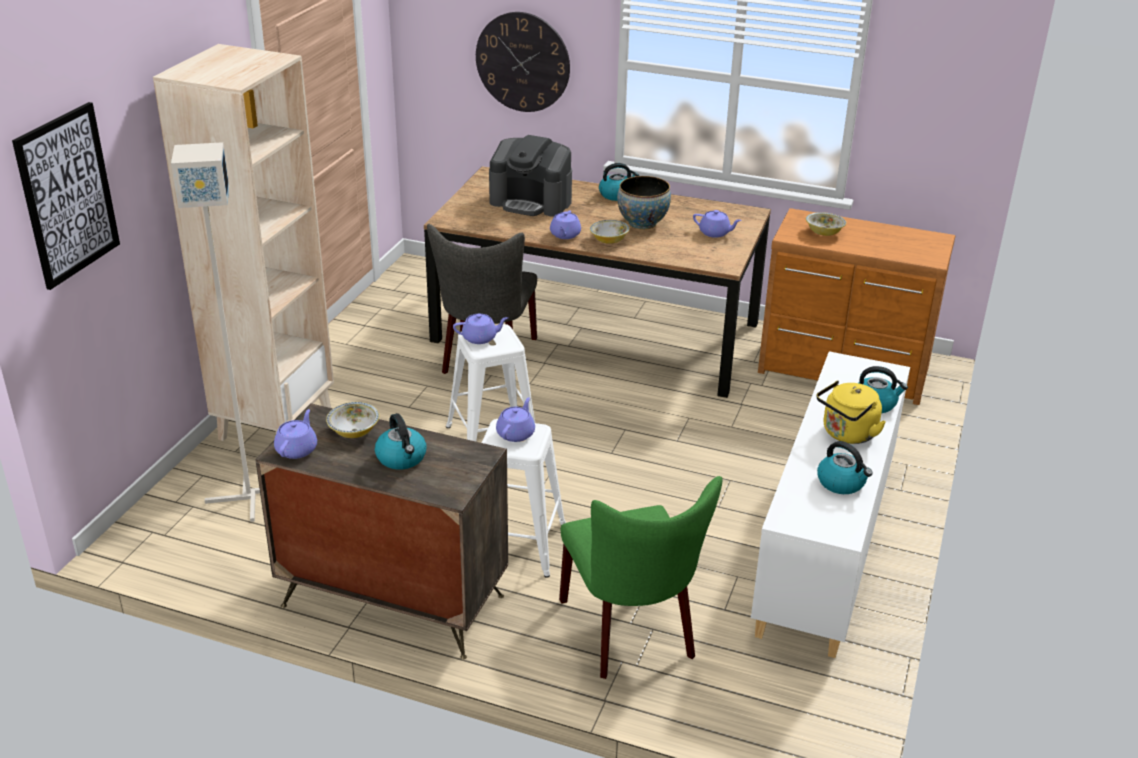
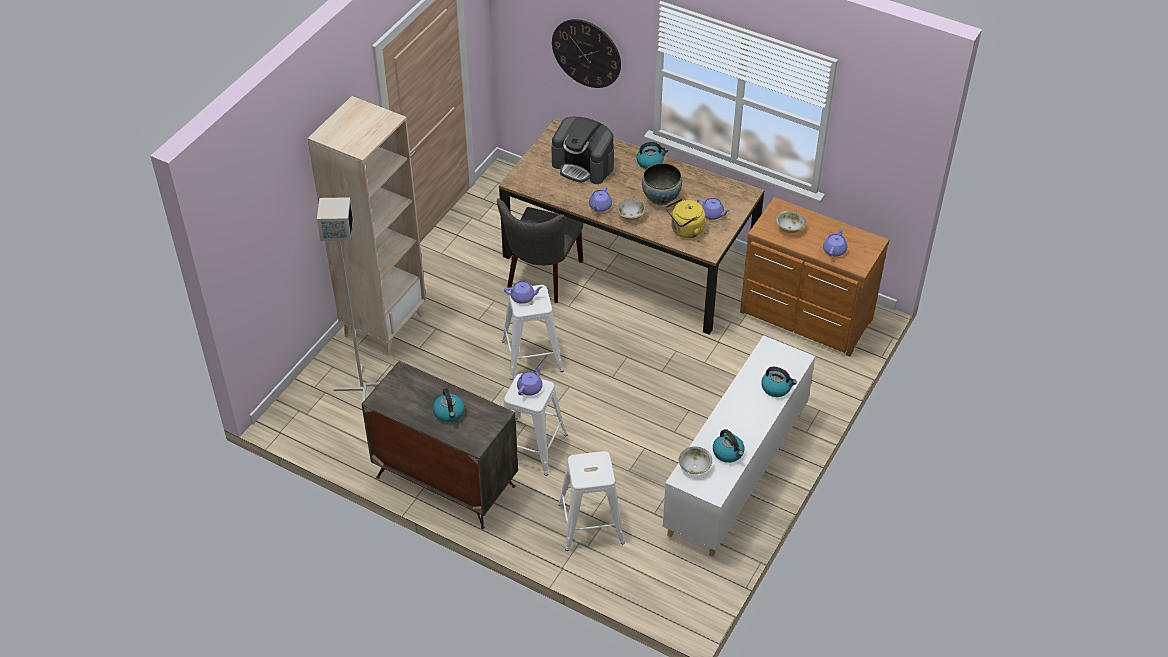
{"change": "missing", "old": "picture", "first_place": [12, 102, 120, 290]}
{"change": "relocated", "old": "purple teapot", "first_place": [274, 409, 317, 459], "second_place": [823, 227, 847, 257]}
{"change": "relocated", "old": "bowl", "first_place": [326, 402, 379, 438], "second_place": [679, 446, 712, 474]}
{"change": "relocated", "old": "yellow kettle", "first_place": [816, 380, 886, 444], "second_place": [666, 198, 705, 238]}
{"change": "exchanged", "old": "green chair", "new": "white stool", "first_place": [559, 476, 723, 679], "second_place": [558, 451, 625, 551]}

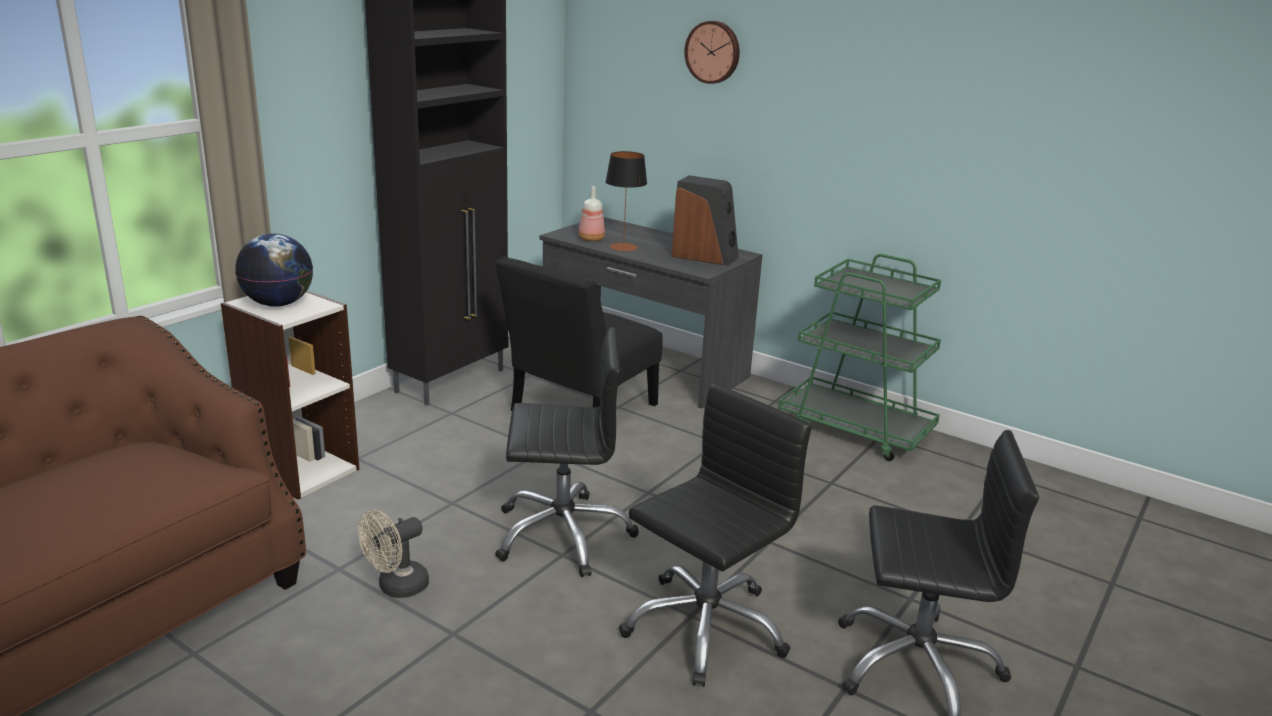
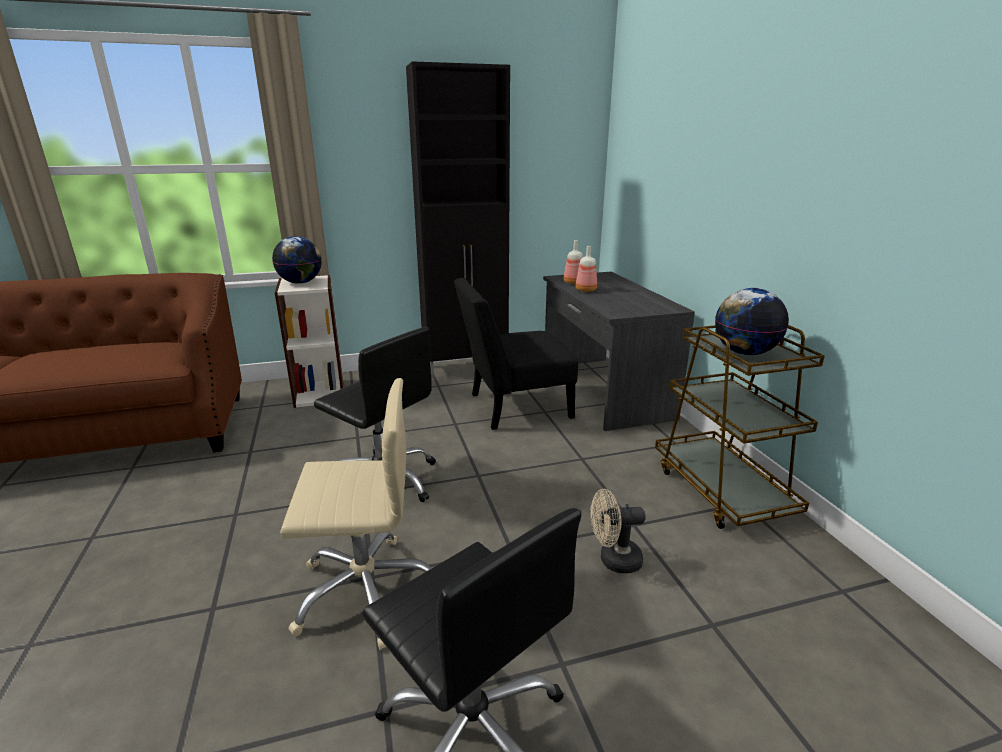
{"change": "missing", "old": "speaker", "first_place": [672, 175, 739, 266]}
{"change": "missing", "old": "wall clock", "first_place": [684, 21, 740, 84]}
{"change": "appeared", "new": "globe", "second_place": [715, 288, 789, 355]}
{"change": "relocated", "old": "beige fan", "first_place": [358, 510, 429, 598], "second_place": [590, 489, 646, 573]}
{"change": "exchanged", "old": "table lamp", "new": "bottle", "first_place": [605, 151, 647, 251], "second_place": [575, 246, 597, 292]}
{"change": "colour", "old": "black office chair", "new": "beige office chair", "first_place": [619, 383, 812, 687], "second_place": [280, 378, 432, 650]}
{"change": "colour", "old": "green cart", "new": "brown cart", "first_place": [778, 254, 941, 461], "second_place": [655, 325, 825, 529]}

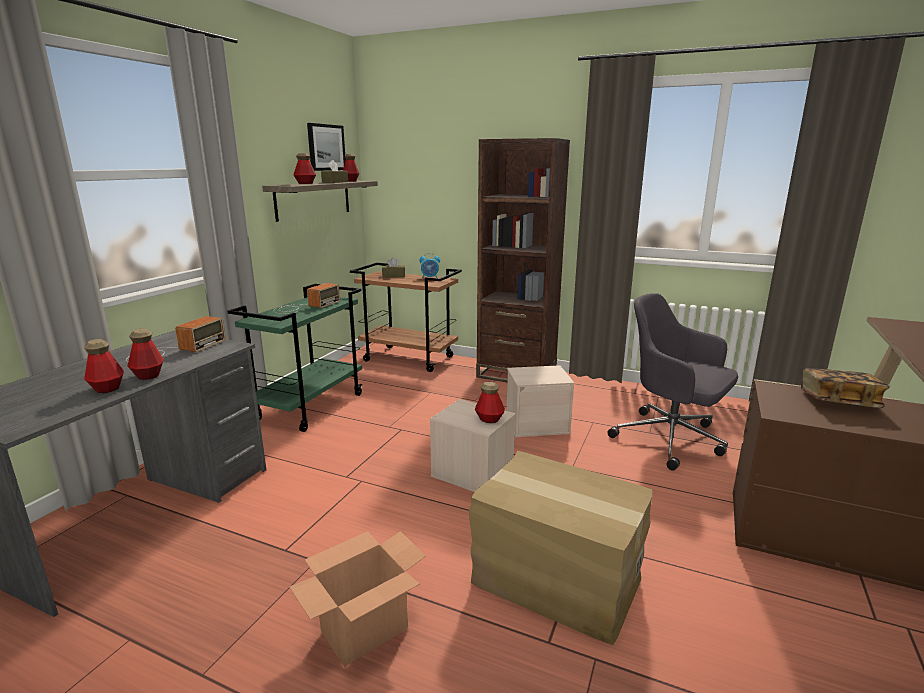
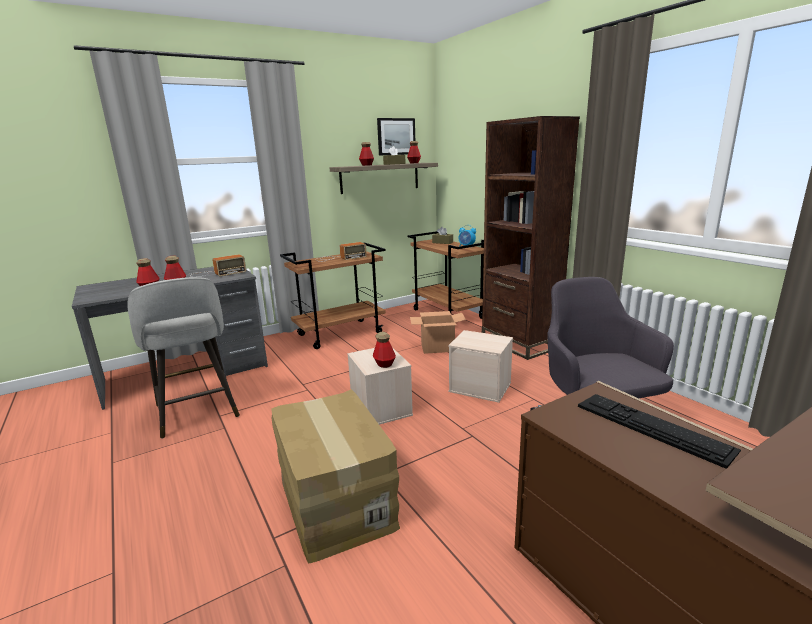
{"change": "appeared", "new": "grey stool", "second_place": [127, 277, 240, 439]}
{"change": "relocated", "old": "cardboard box", "first_place": [289, 531, 426, 667], "second_place": [410, 311, 466, 354]}
{"change": "exchanged", "old": "book", "new": "keyboard", "first_place": [801, 368, 890, 408], "second_place": [578, 394, 741, 469]}
{"change": "colour", "old": "green cart", "new": "brown cart", "first_place": [228, 284, 363, 432], "second_place": [280, 243, 386, 349]}

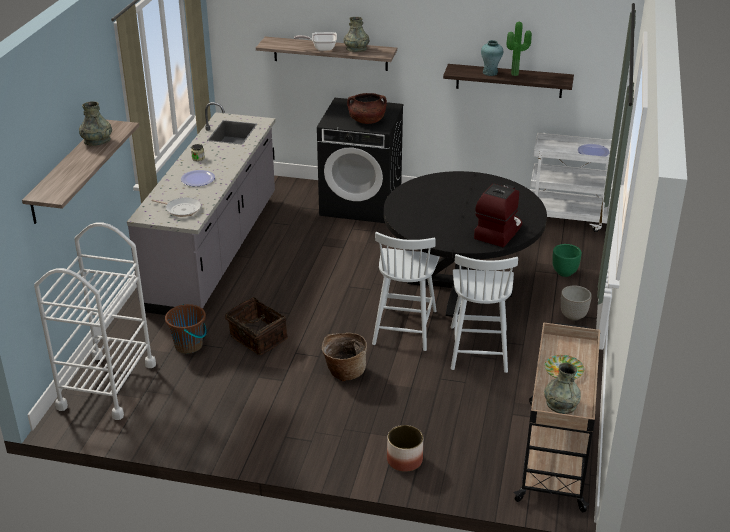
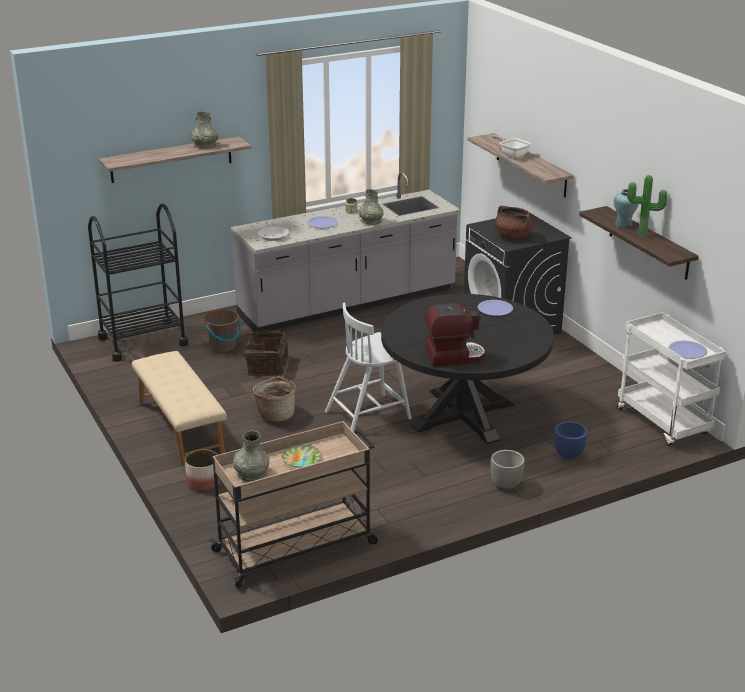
{"change": "missing", "old": "white chair", "first_place": [451, 254, 518, 373]}
{"change": "appeared", "new": "beige bench", "second_place": [132, 351, 227, 467]}
{"change": "appeared", "new": "plate", "second_place": [478, 300, 513, 316]}
{"change": "relocated", "old": "grey vase", "first_place": [344, 17, 369, 52], "second_place": [358, 189, 383, 225]}
{"change": "colour", "old": "white cart", "new": "black cart", "first_place": [34, 222, 156, 420], "second_place": [88, 204, 188, 362]}
{"change": "colour", "old": "green planter", "new": "blue planter", "first_place": [552, 244, 582, 277], "second_place": [554, 422, 587, 460]}

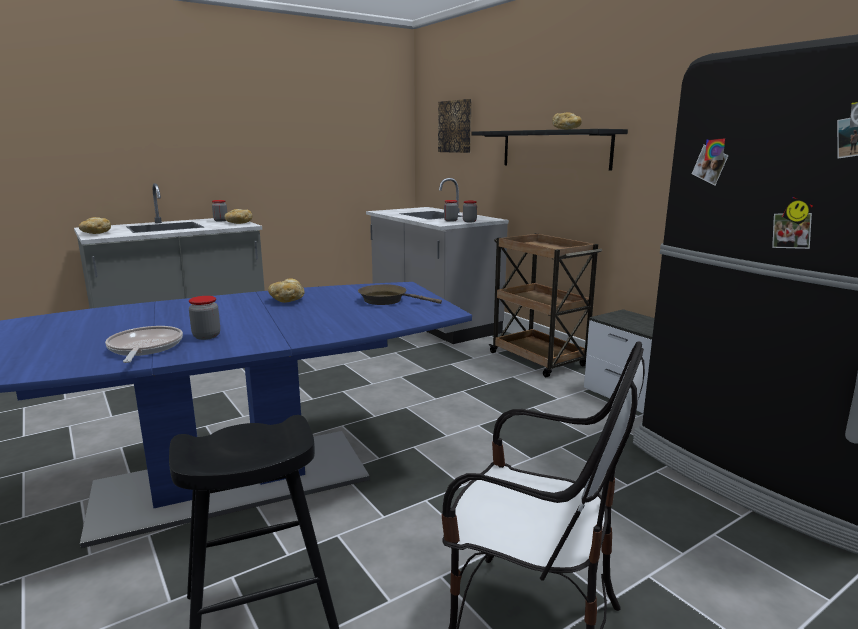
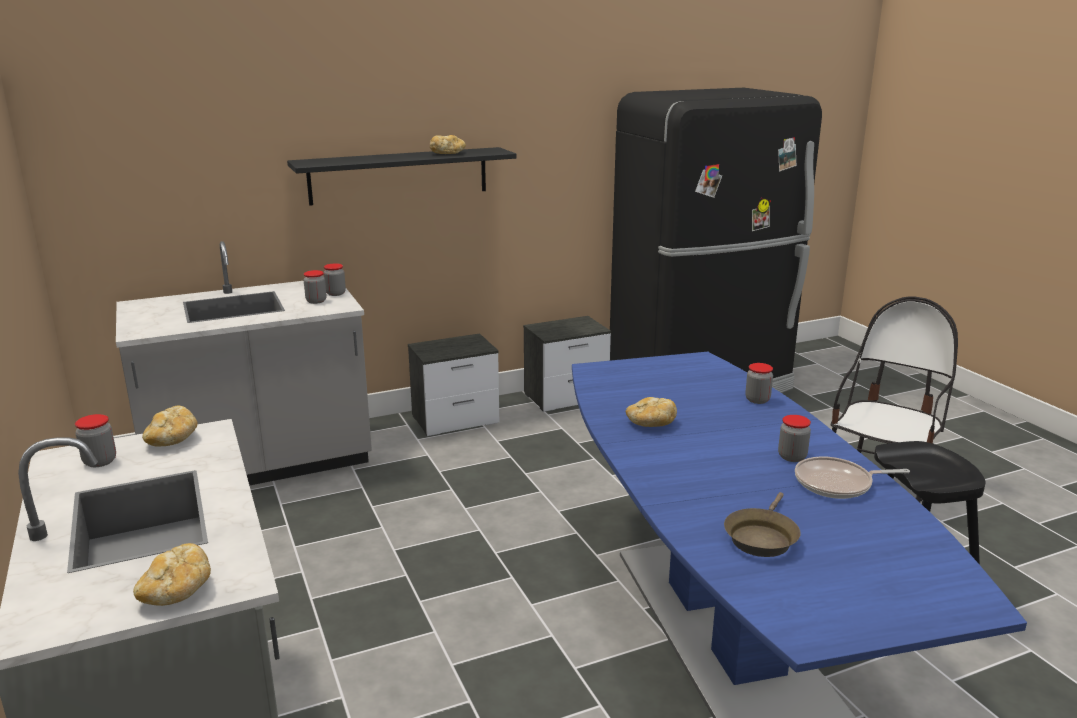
{"change": "missing", "old": "picture", "first_place": [438, 99, 471, 153]}
{"change": "appeared", "new": "jar", "second_place": [745, 363, 773, 404]}
{"change": "relocated", "old": "brown frying pan", "first_place": [358, 284, 442, 305], "second_place": [724, 492, 801, 557]}
{"change": "exchanged", "old": "brown cart", "new": "nightstand", "first_place": [488, 233, 602, 377], "second_place": [408, 333, 499, 436]}

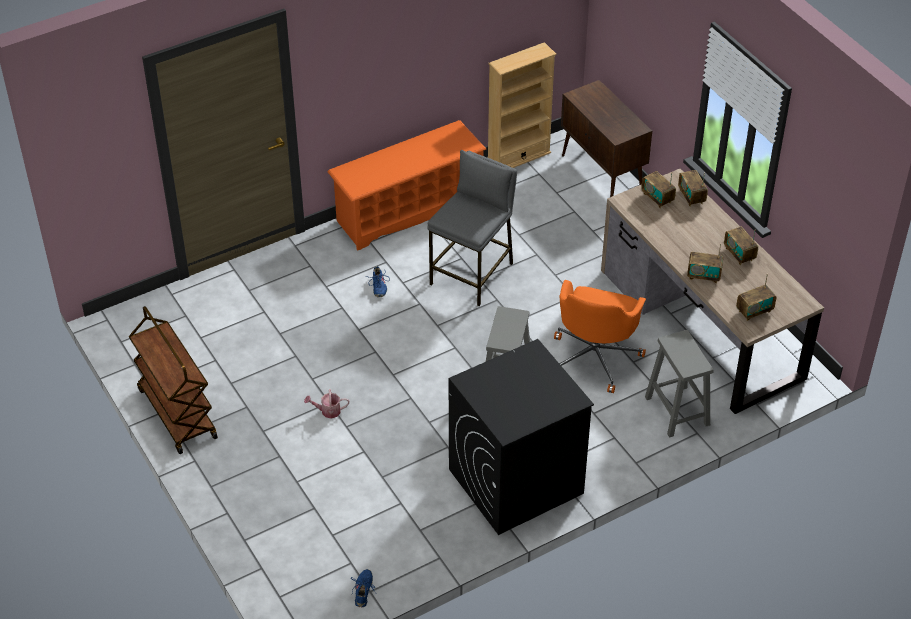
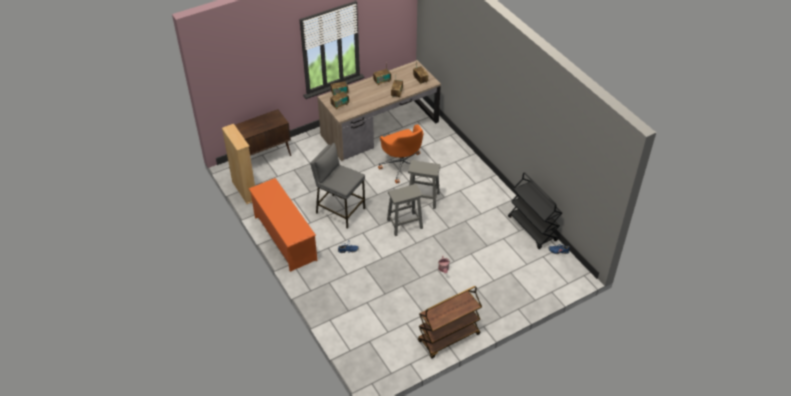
{"change": "missing", "old": "black washing machine", "first_place": [449, 339, 594, 535]}
{"change": "appeared", "new": "black cart", "second_place": [508, 172, 562, 249]}
{"change": "relocated", "old": "grey stool", "first_place": [645, 330, 714, 438], "second_place": [387, 184, 423, 236]}
{"change": "spun", "old": "orange office chair", "first_place": [554, 280, 646, 393], "second_place": [378, 124, 423, 184], "degrees": 45}

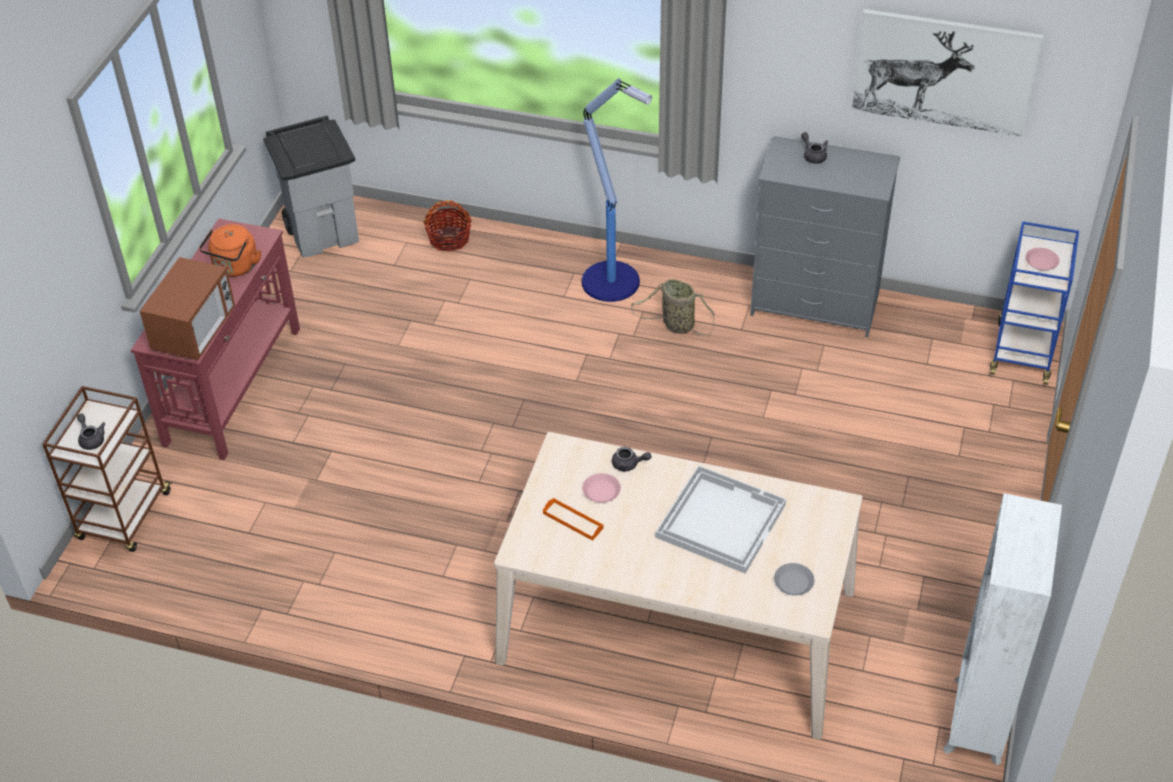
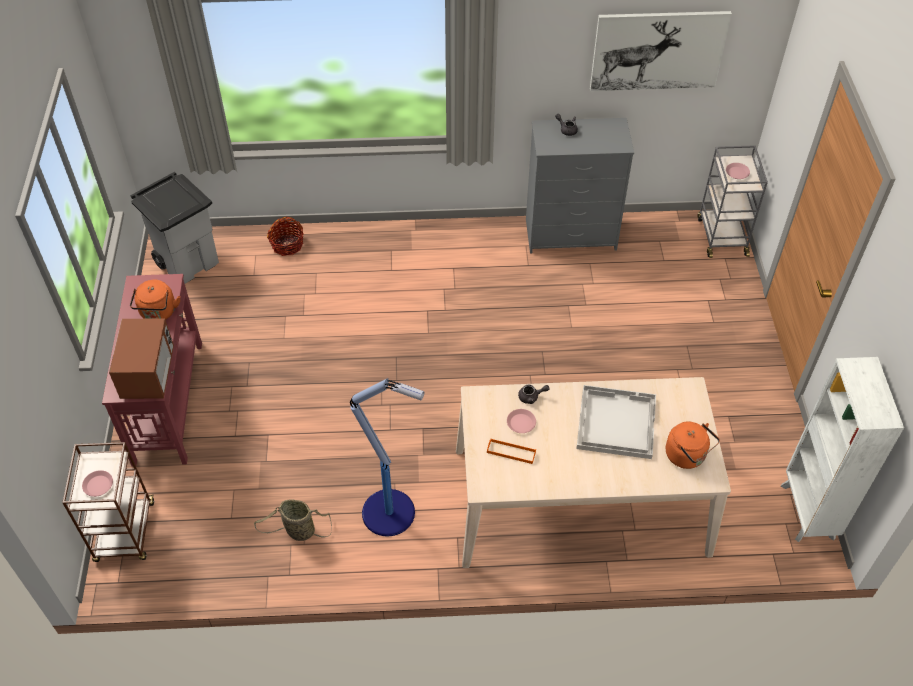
{"change": "relocated", "old": "floor lamp", "first_place": [582, 78, 652, 302], "second_place": [350, 378, 424, 536]}
{"change": "relocated", "old": "basket", "first_place": [631, 279, 714, 335], "second_place": [254, 499, 332, 541]}
{"change": "exchanged", "old": "grey teapot", "new": "pink plate", "first_place": [77, 413, 105, 450], "second_place": [82, 470, 113, 497]}
{"change": "exchanged", "old": "grey plate", "new": "orange kettle", "first_place": [774, 563, 815, 596], "second_place": [666, 422, 720, 469]}
{"change": "colour", "old": "blue cart", "new": "grey cart", "first_place": [990, 221, 1079, 385], "second_place": [697, 145, 768, 258]}

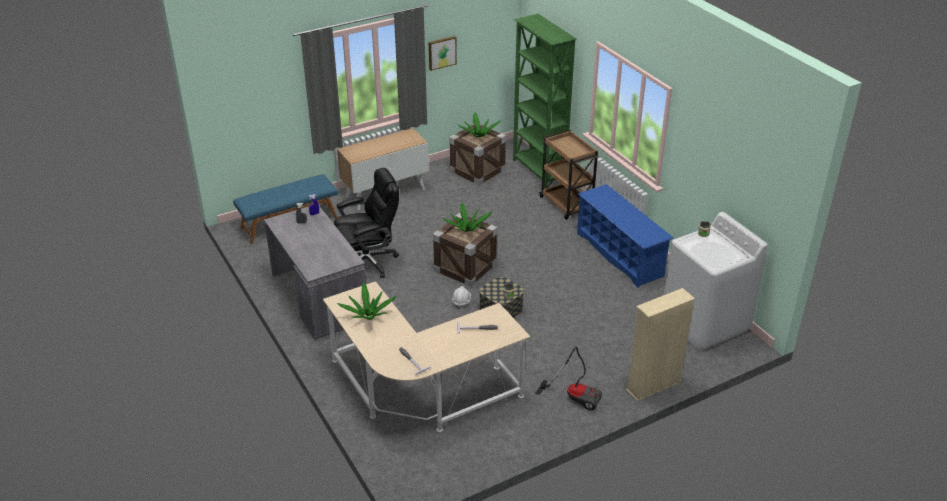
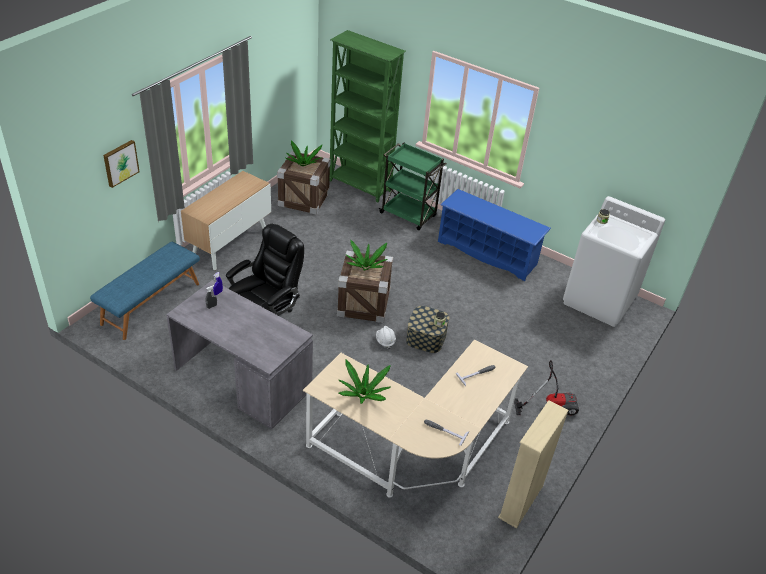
{"change": "relocated", "old": "picture", "first_place": [429, 36, 457, 71], "second_place": [103, 140, 140, 188]}
{"change": "relocated", "old": "beige bookcase", "first_place": [626, 288, 695, 401], "second_place": [498, 400, 569, 529]}
{"change": "colour", "old": "brown cart", "new": "green cart", "first_place": [539, 130, 599, 220], "second_place": [378, 142, 447, 230]}

